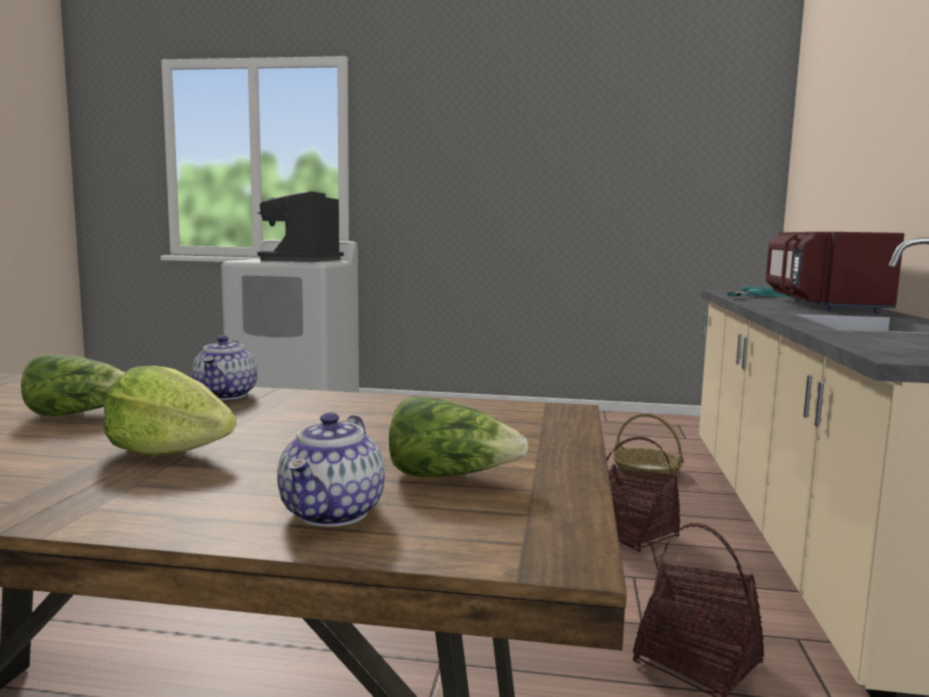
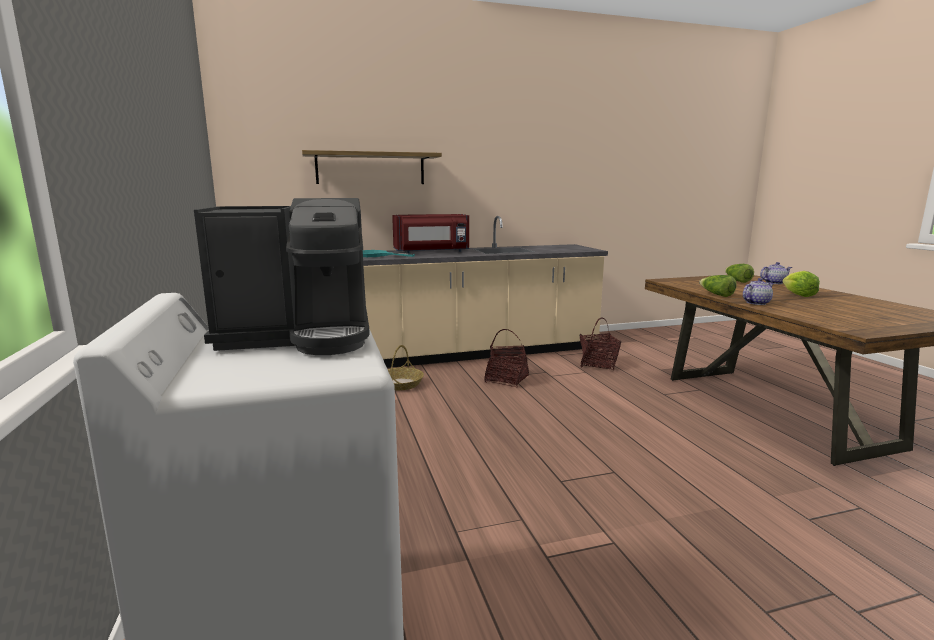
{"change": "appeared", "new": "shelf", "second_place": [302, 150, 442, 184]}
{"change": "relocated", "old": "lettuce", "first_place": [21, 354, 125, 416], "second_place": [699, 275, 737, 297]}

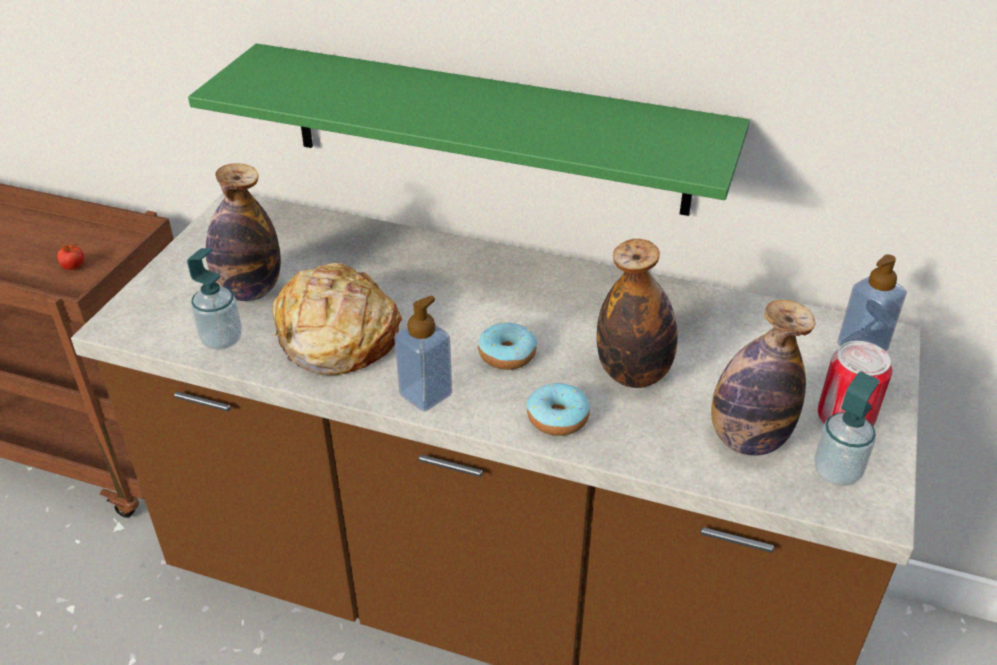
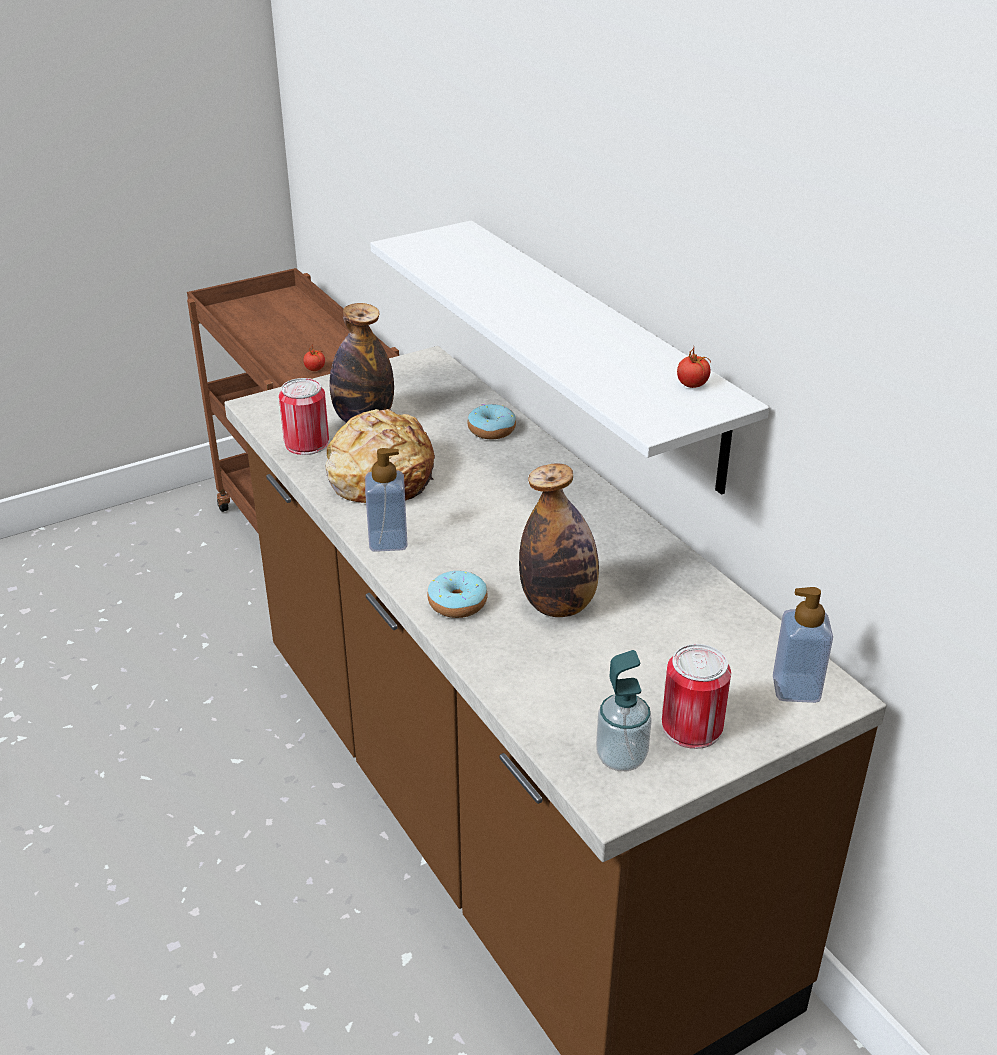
{"change": "missing", "old": "bottle", "first_place": [711, 300, 816, 456]}
{"change": "appeared", "new": "tomato", "second_place": [677, 348, 711, 388]}
{"change": "relocated", "old": "donut", "first_place": [478, 322, 537, 370], "second_place": [467, 404, 516, 439]}
{"change": "exchanged", "old": "soap dispenser", "new": "can", "first_place": [187, 248, 242, 350], "second_place": [279, 378, 329, 455]}
{"change": "colour", "old": "green shelf", "new": "white shelf", "first_place": [188, 44, 750, 216], "second_place": [370, 221, 769, 495]}

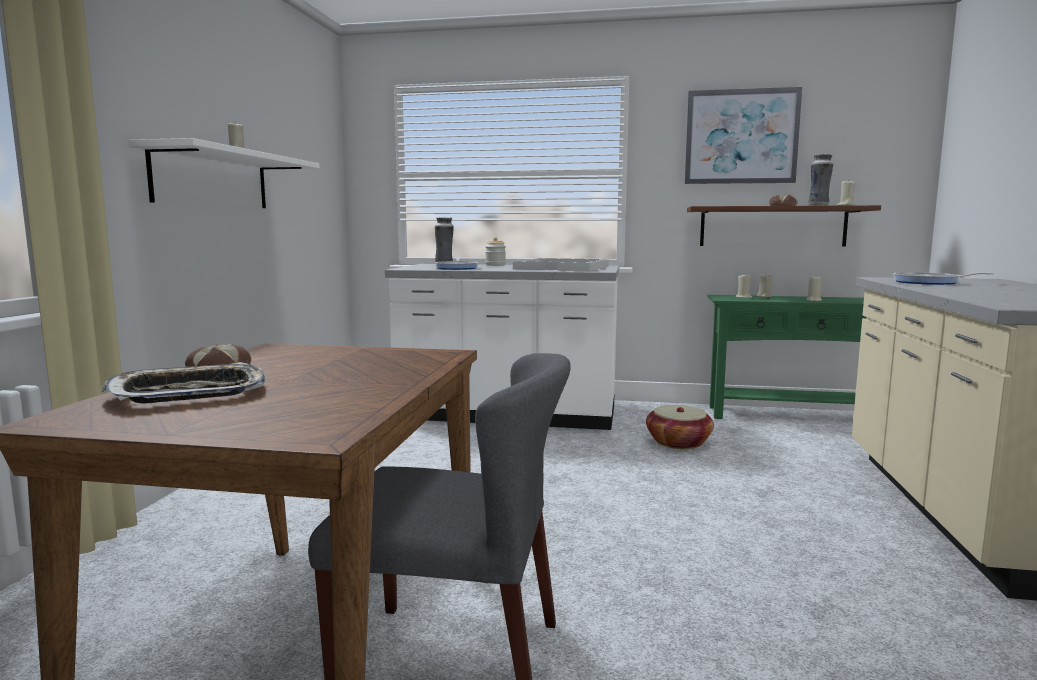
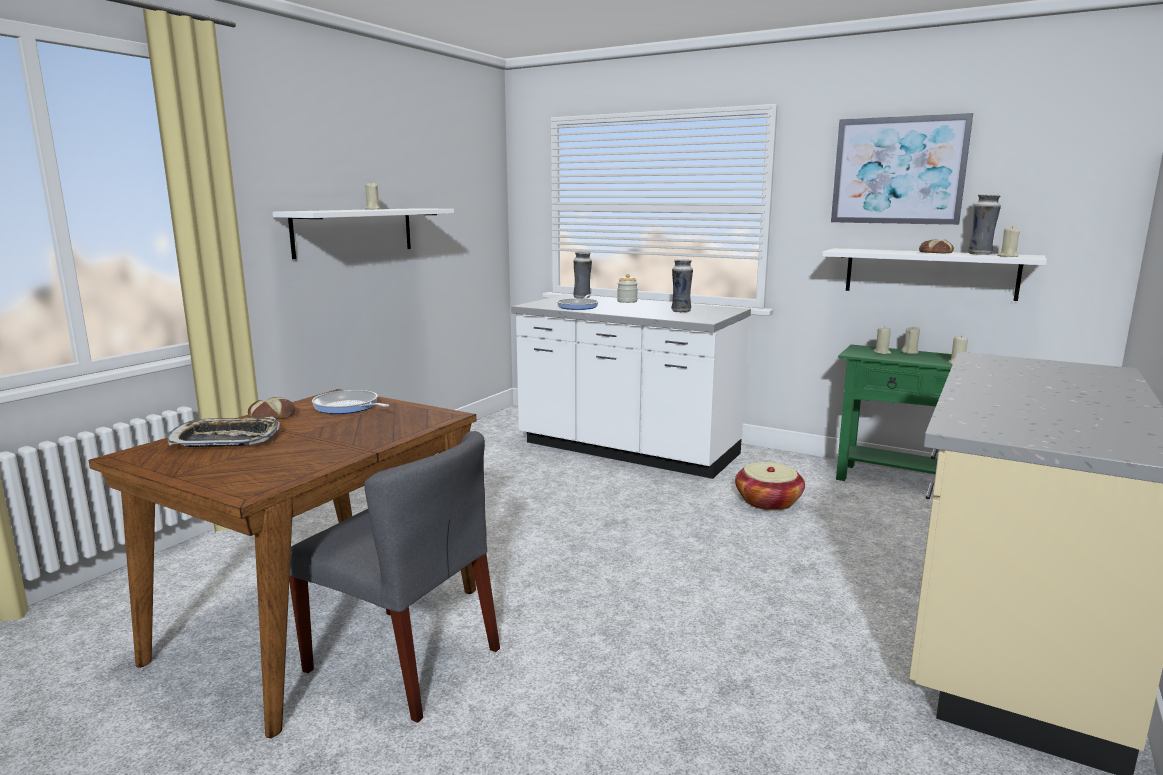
{"change": "relocated", "old": "frying pan", "first_place": [893, 272, 994, 285], "second_place": [312, 390, 389, 414]}
{"change": "exchanged", "old": "white tray", "new": "vase", "first_place": [513, 258, 609, 271], "second_place": [671, 259, 693, 312]}
{"change": "colour", "old": "brown shelf", "new": "white shelf", "first_place": [687, 205, 881, 247], "second_place": [822, 248, 1047, 301]}

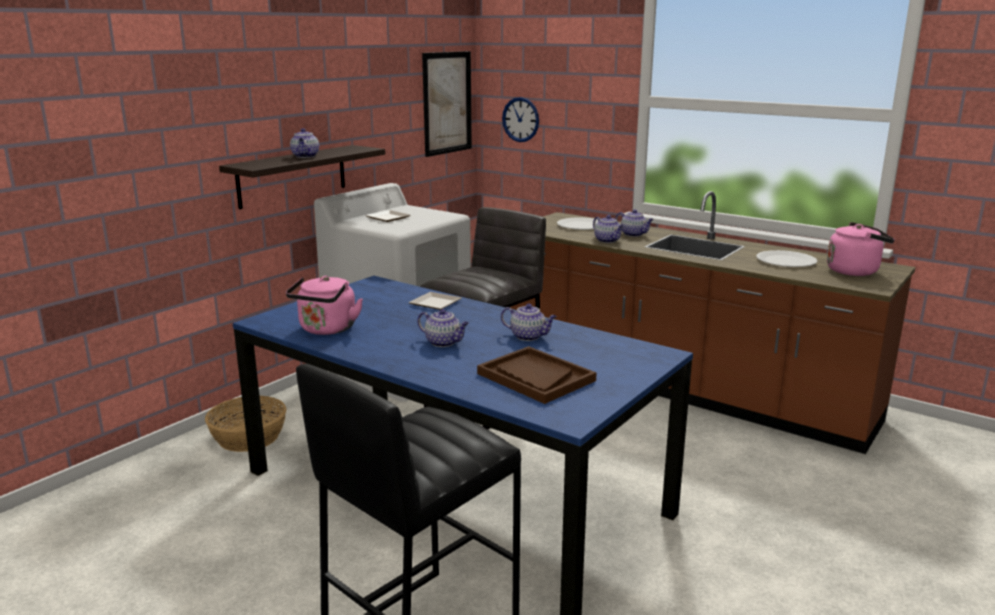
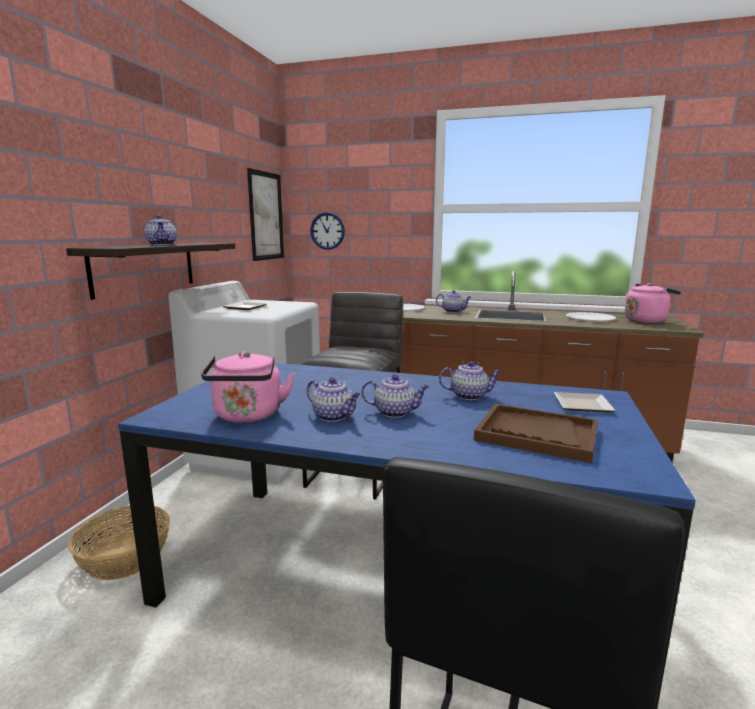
{"change": "relocated", "old": "plate", "first_place": [408, 292, 462, 310], "second_place": [554, 392, 616, 412]}
{"change": "relocated", "old": "teapot", "first_place": [593, 215, 624, 243], "second_place": [307, 377, 360, 422]}

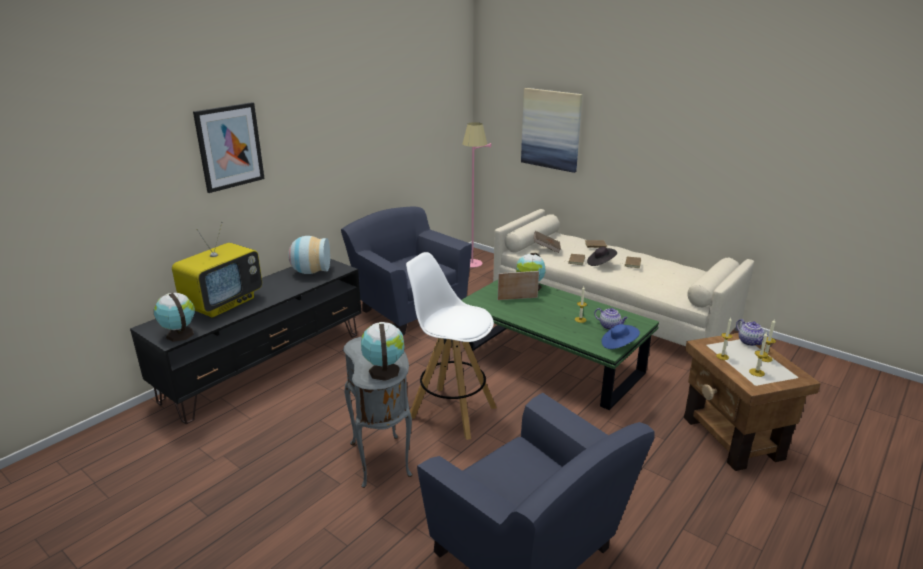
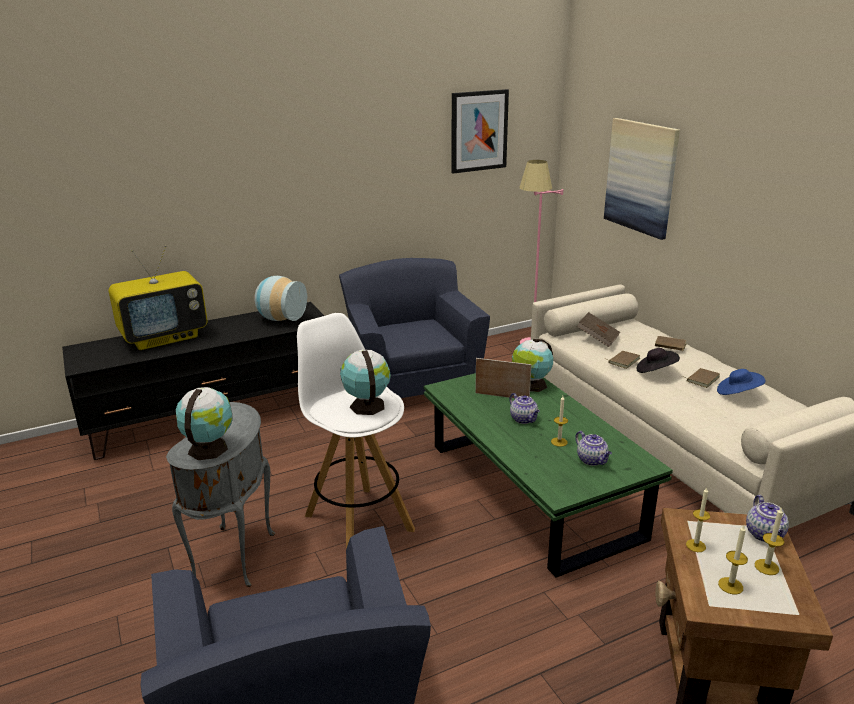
{"change": "appeared", "new": "teapot", "second_place": [509, 393, 540, 424]}
{"change": "relocated", "old": "globe", "first_place": [154, 292, 195, 342], "second_place": [340, 349, 391, 415]}
{"change": "relocated", "old": "picture", "first_place": [193, 102, 265, 193], "second_place": [452, 89, 509, 173]}
{"change": "relocated", "old": "blue hat", "first_place": [601, 324, 640, 349], "second_place": [717, 369, 766, 395]}

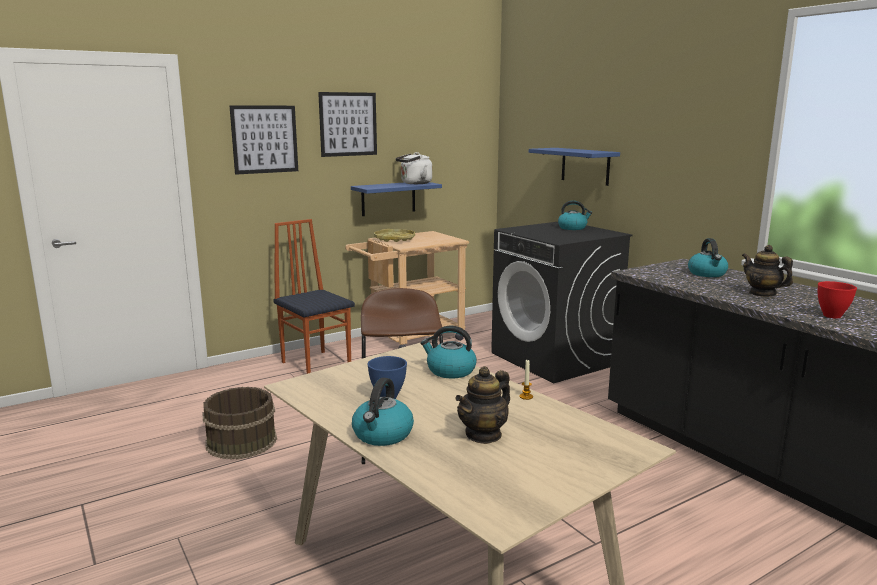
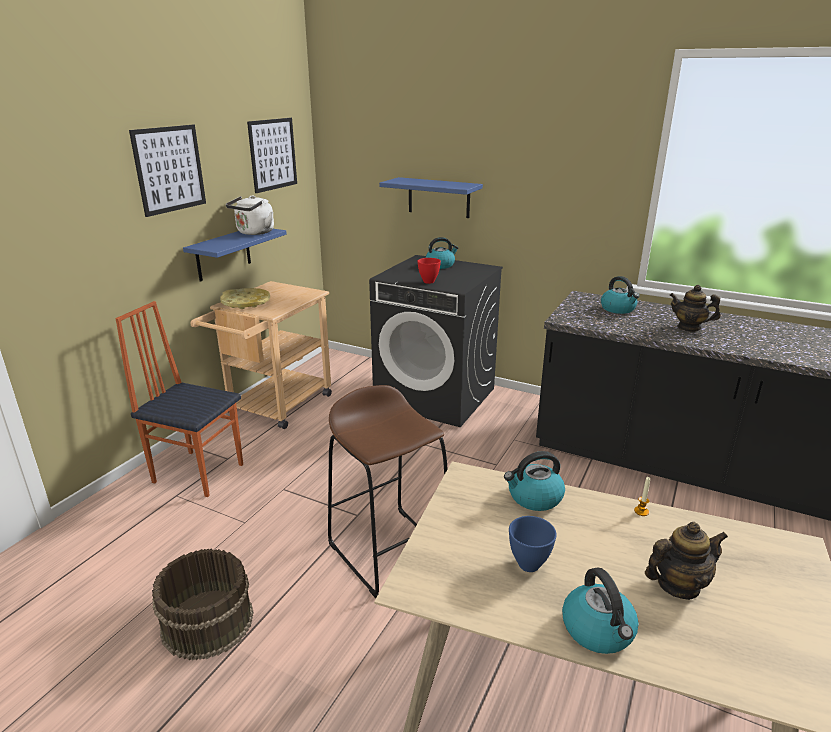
{"change": "relocated", "old": "picture", "first_place": [230, 106, 298, 175], "second_place": [247, 118, 297, 193]}
{"change": "relocated", "old": "red bowl", "first_place": [818, 281, 857, 319], "second_place": [417, 258, 441, 284]}
{"change": "spun", "old": "teapot", "first_place": [455, 366, 510, 444], "second_place": [645, 522, 728, 600], "degrees": -120}

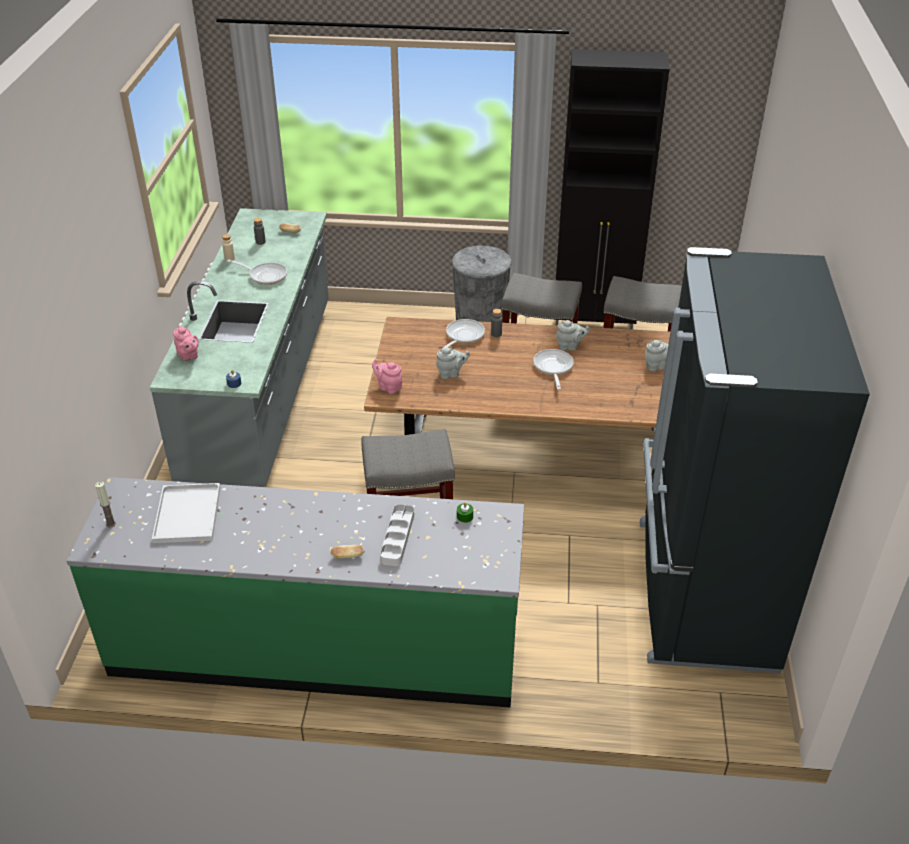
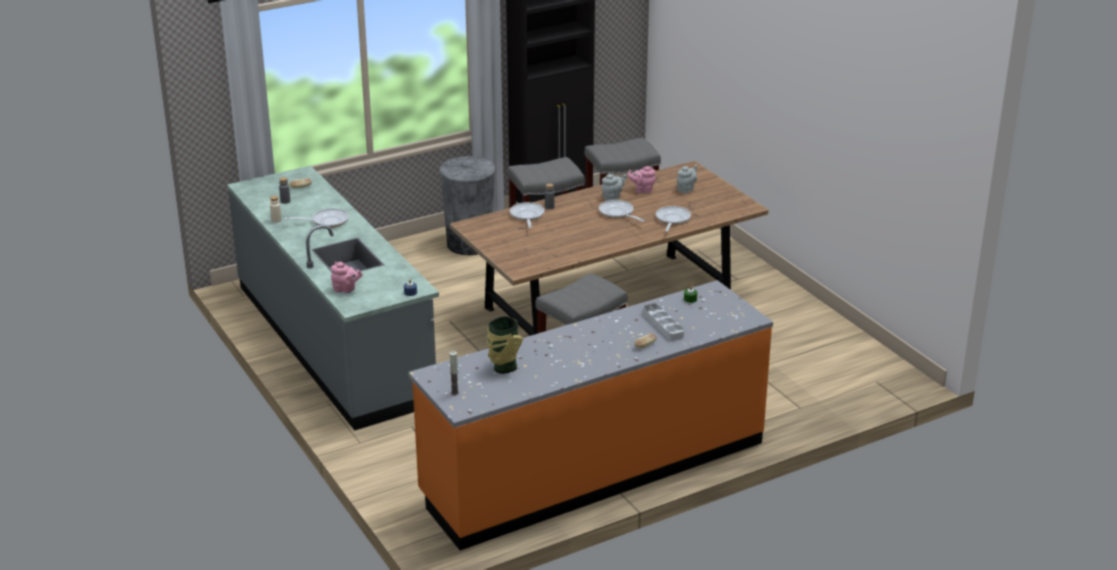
{"change": "missing", "old": "grey teapot", "first_place": [436, 347, 470, 379]}
{"change": "missing", "old": "black fridge", "first_place": [640, 247, 870, 673]}
{"change": "appeared", "new": "frying pan", "second_place": [656, 206, 691, 232]}
{"change": "relocated", "old": "pink teapot", "first_place": [372, 359, 402, 394], "second_place": [627, 166, 656, 193]}
{"change": "exchanged", "old": "white tray", "new": "vase", "first_place": [152, 483, 221, 543], "second_place": [487, 316, 523, 374]}
{"change": "colour", "old": "green counter", "new": "orange counter", "first_place": [66, 477, 524, 708], "second_place": [408, 280, 773, 550]}

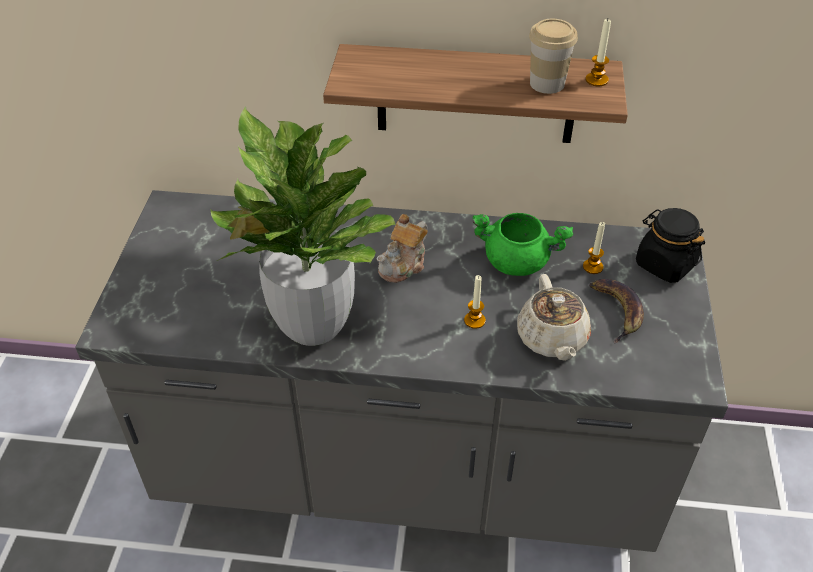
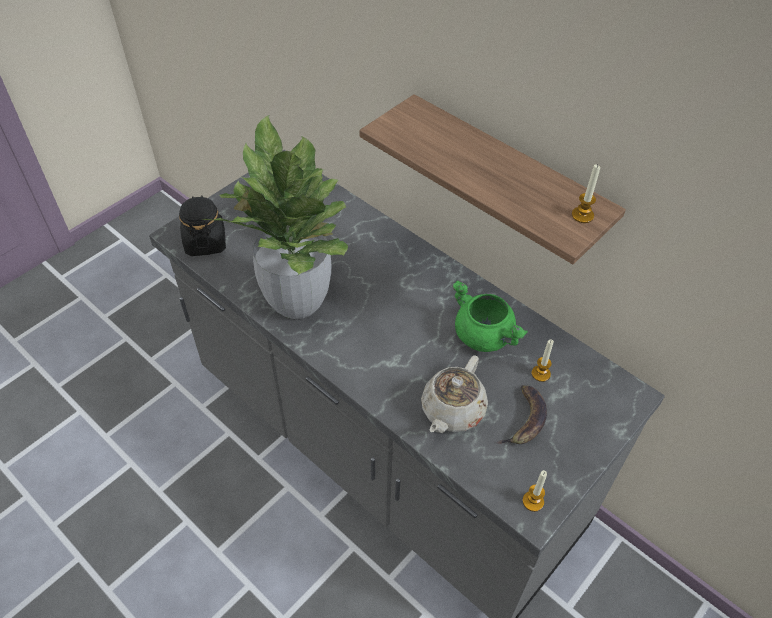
{"change": "missing", "old": "teapot", "first_place": [377, 214, 428, 283]}
{"change": "missing", "old": "cup", "first_place": [529, 19, 578, 94]}
{"change": "relocated", "old": "candle", "first_place": [464, 275, 486, 329], "second_place": [523, 470, 547, 512]}
{"change": "relocated", "old": "black jar", "first_place": [636, 208, 705, 283], "second_place": [179, 195, 226, 256]}

